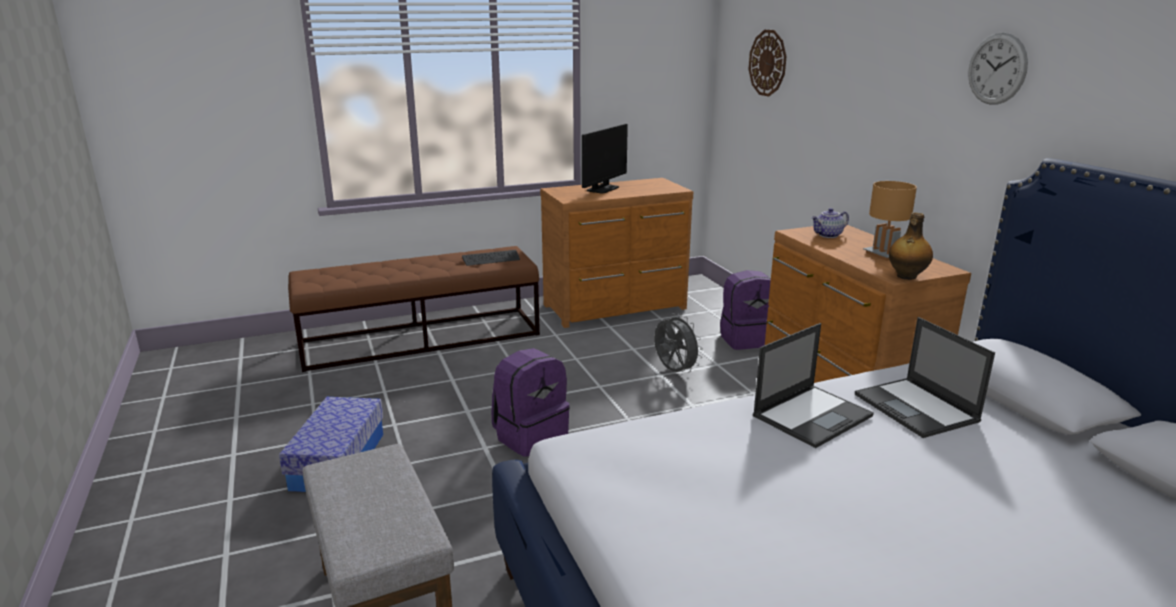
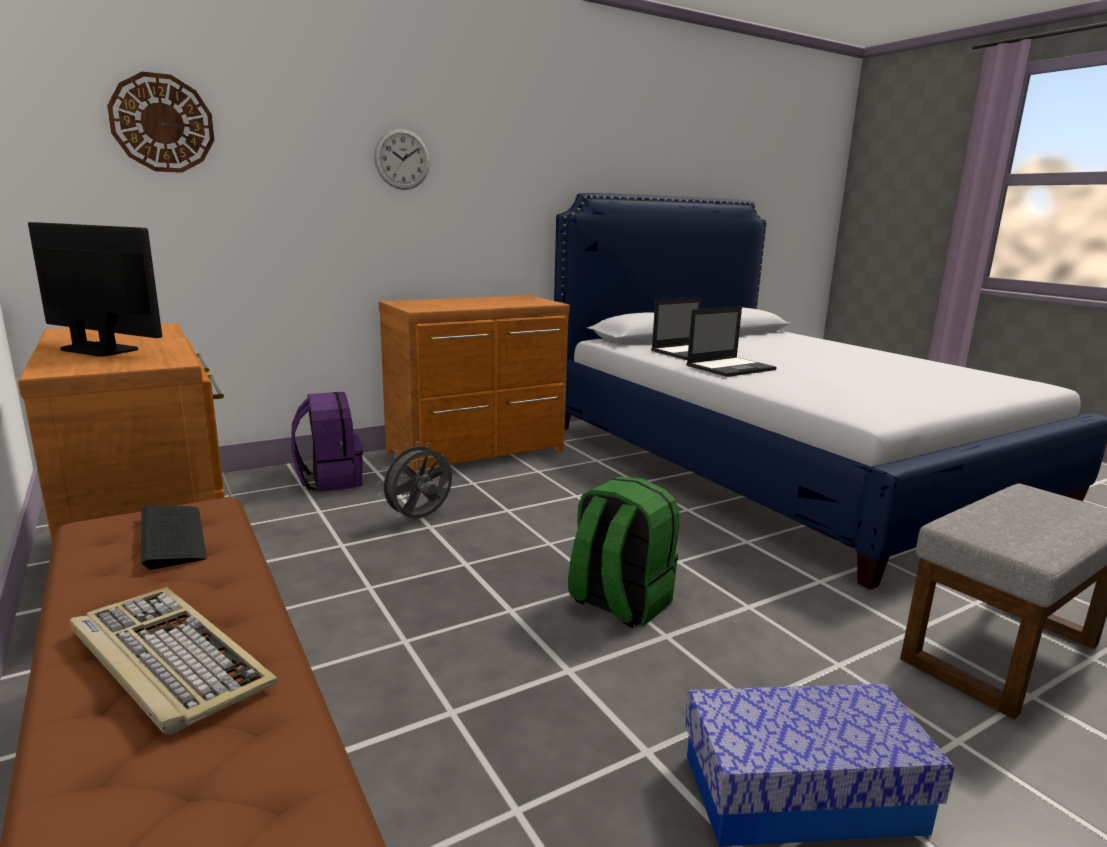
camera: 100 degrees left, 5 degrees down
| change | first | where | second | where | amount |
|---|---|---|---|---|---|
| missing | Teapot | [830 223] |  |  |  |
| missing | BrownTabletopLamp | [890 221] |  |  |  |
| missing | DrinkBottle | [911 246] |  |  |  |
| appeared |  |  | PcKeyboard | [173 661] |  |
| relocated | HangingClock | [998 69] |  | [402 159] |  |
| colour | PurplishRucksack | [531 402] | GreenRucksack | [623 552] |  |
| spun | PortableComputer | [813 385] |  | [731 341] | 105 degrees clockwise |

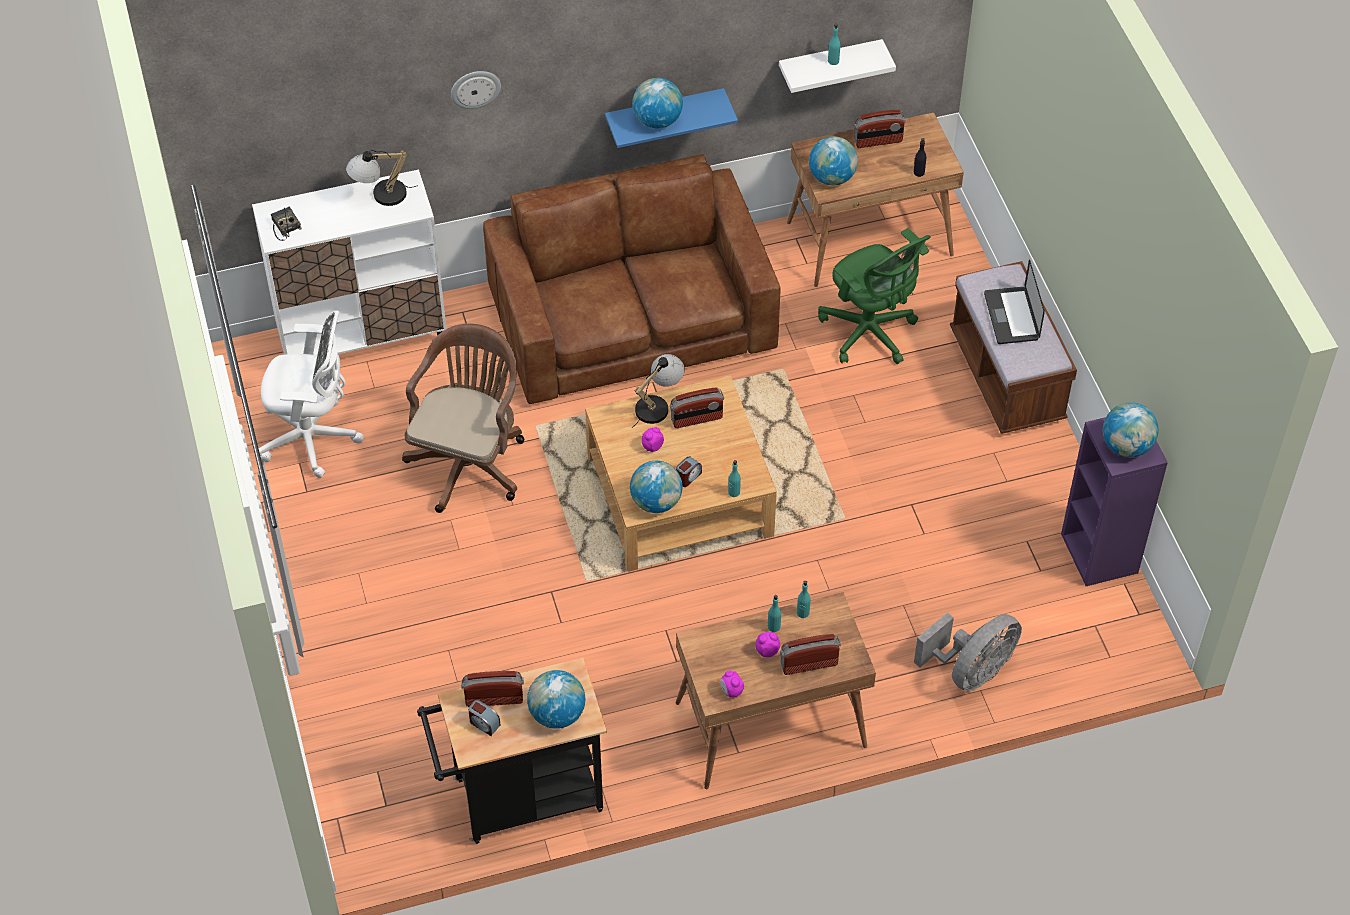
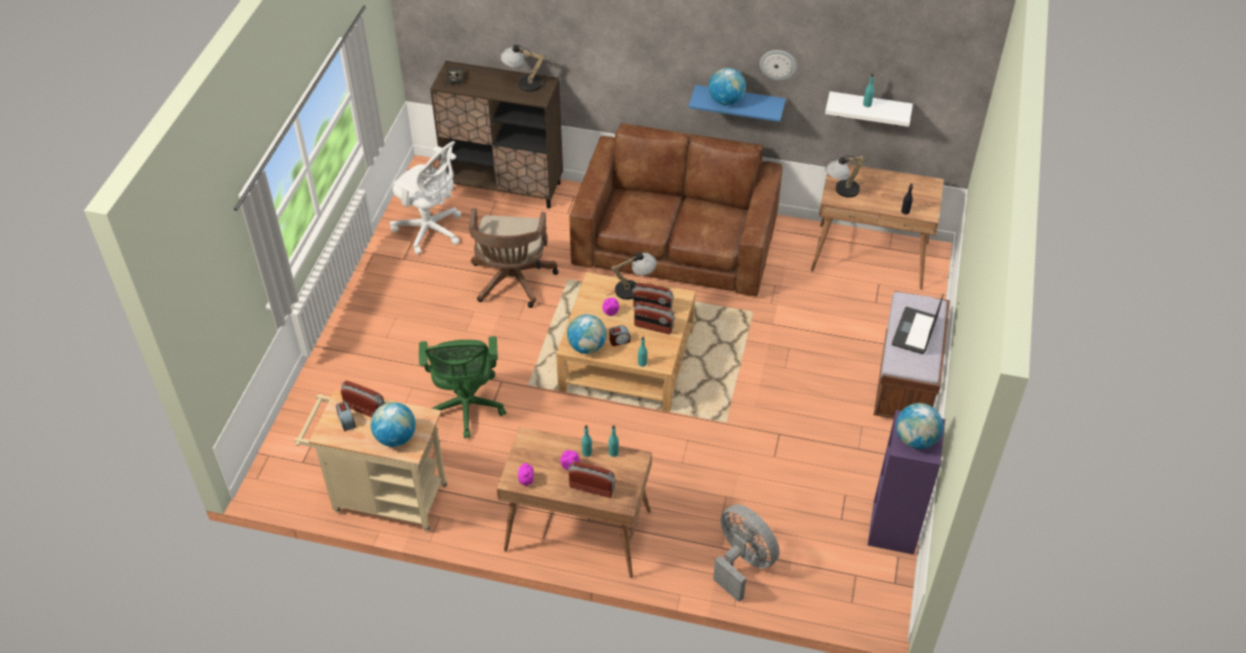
camera: 30 degrees right, 5 degrees down
| change | first | where | second | where | amount |
|---|---|---|---|---|---|
| relocated | HangingClock | [476 90] |  | [778 65] |  |
| relocated | GreenOfficeChair | [874 296] |  | [462 387] |  |
| relocated | Radio | [880 129] |  | [654 318] |  |
| exchanged | WorldGlobe | [833 160] | TabletopLamp | [845 176] |  |
| colour | WhiteColouredCabinet | [349 262] | BrownCabinet | [496 135] |  |
| colour | BlackishTrolley | [512 750] | BeigeTrolley | [370 461] |  |
| spun | BrownOfficeChair | [463 418] |  | [513 258] | 135 degrees clockwise |
| spun | GreyFan | [968 651] |  | [746 553] | 120 degrees counterclockwise |

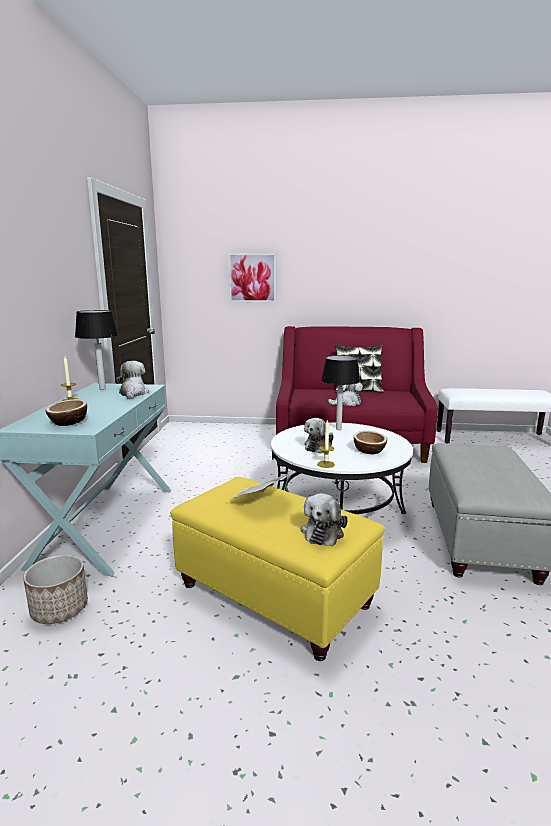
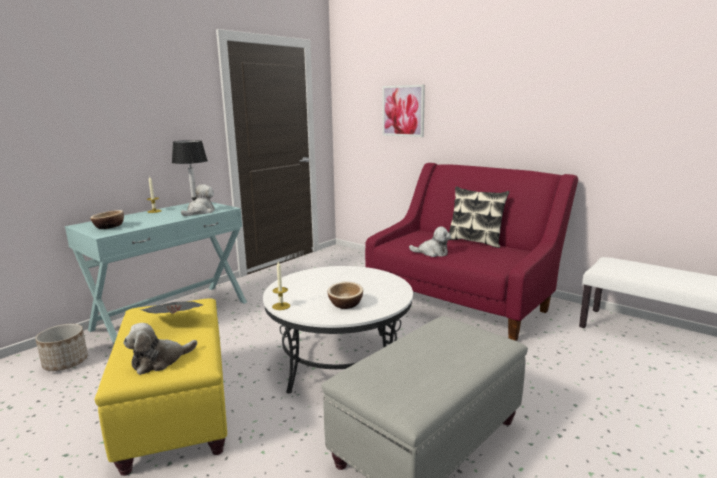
camera: 35 degrees right, 0 degrees up
| change | first | where | second | where | amount |
|---|---|---|---|---|---|
| missing | PlushToy | [318 435] |  |  |  |
| missing | TabletopLamp | [340 392] |  |  |  |

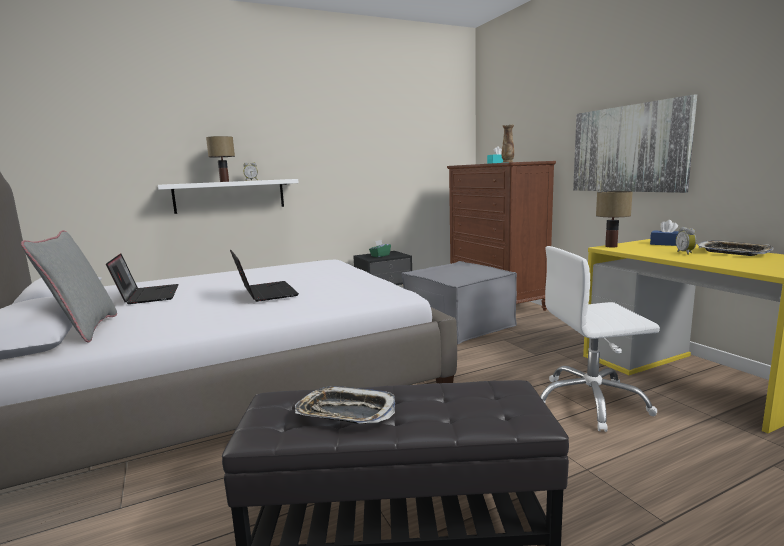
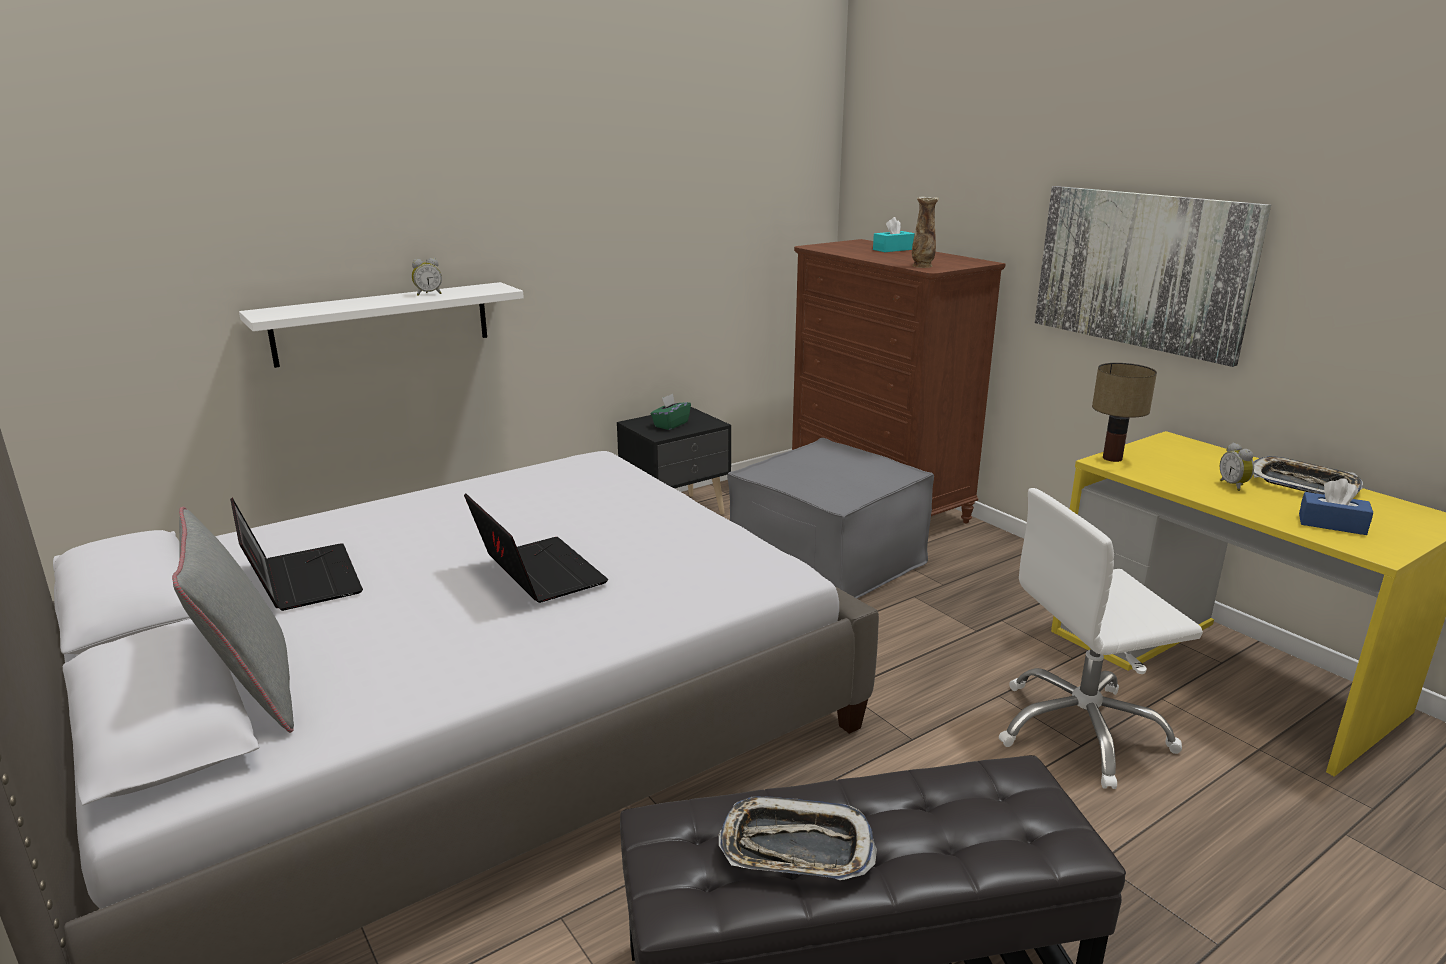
camera: 10 degrees left, 10 degrees up
| change | first | where | second | where | amount |
|---|---|---|---|---|---|
| missing | TabletopLamp | [220 159] |  |  |  |
| relocated | BluishBoxOfTissues | [664 233] |  | [1336 506] |  |

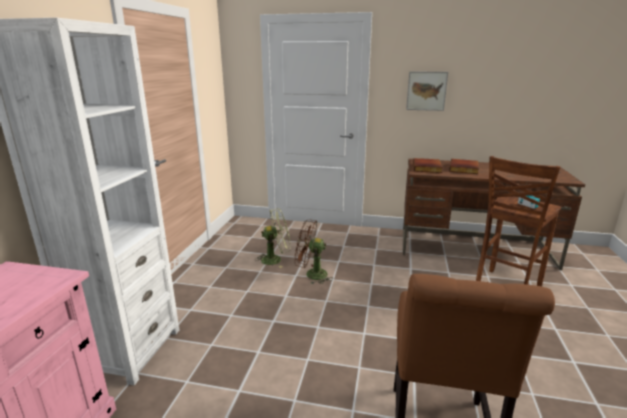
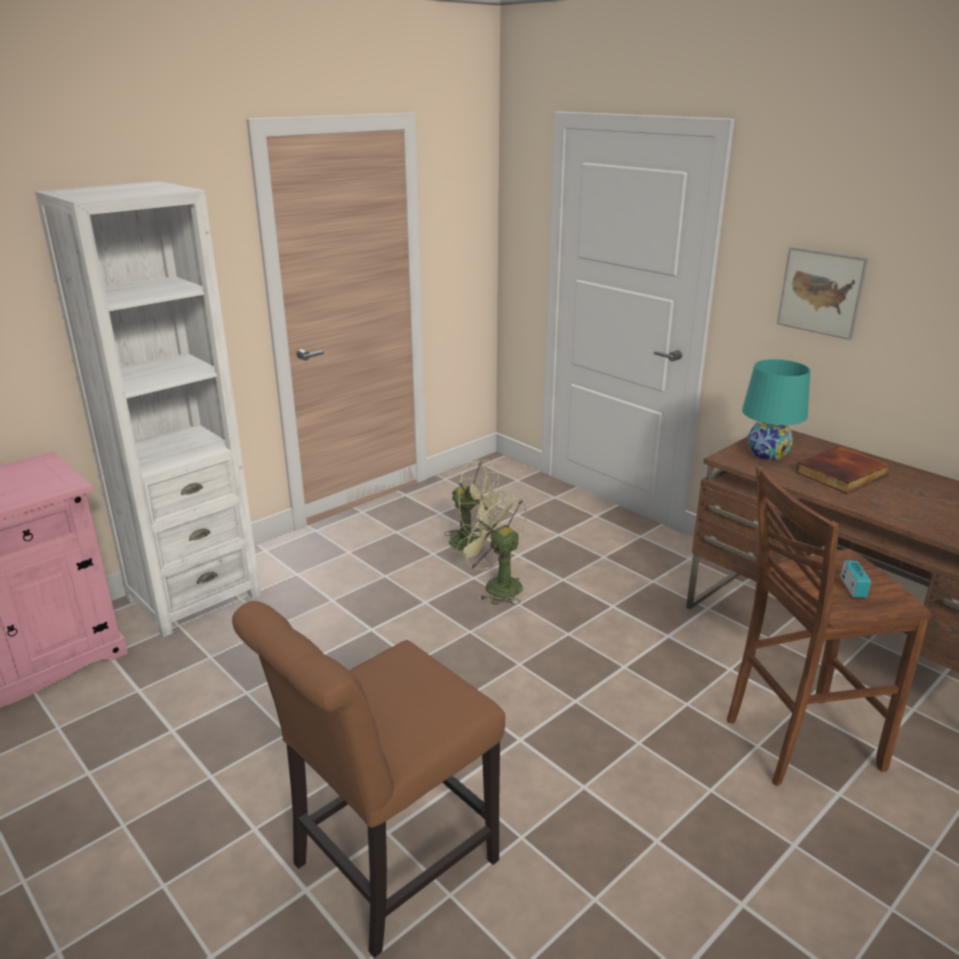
camera: 35 degrees right, 5 degrees up
| change | first | where | second | where | amount |
|---|---|---|---|---|---|
| exchanged | BoundBook | [428 165] | TurquoiseColouredTabletopLamp | [776 409] |  |
| colour | BrownFan | [314 251] | GreenFan | [491 548] |  |

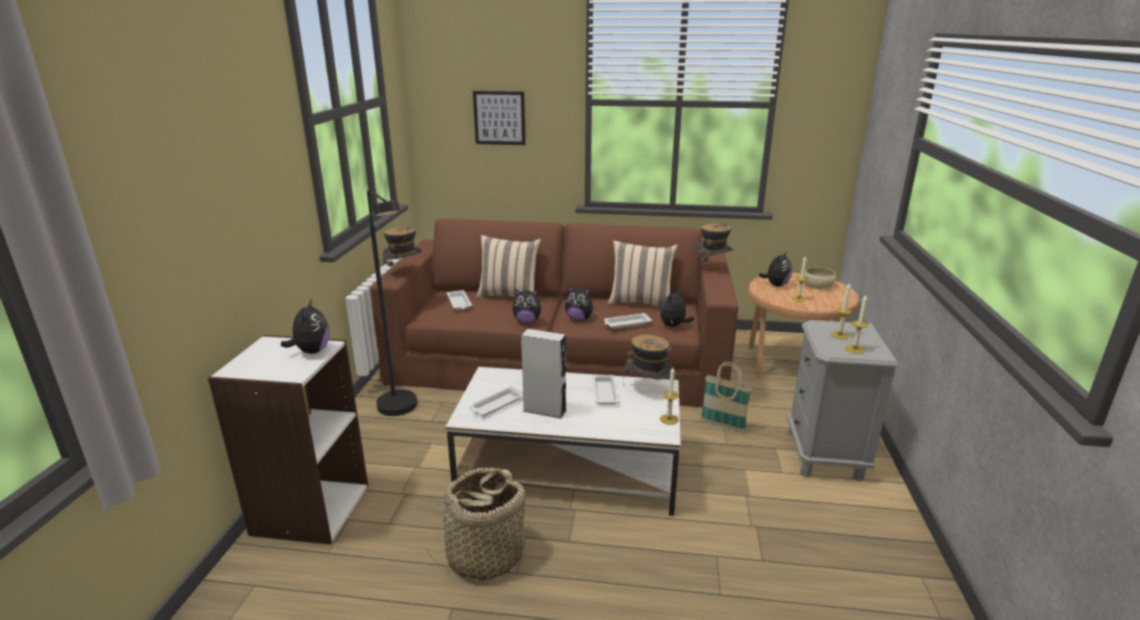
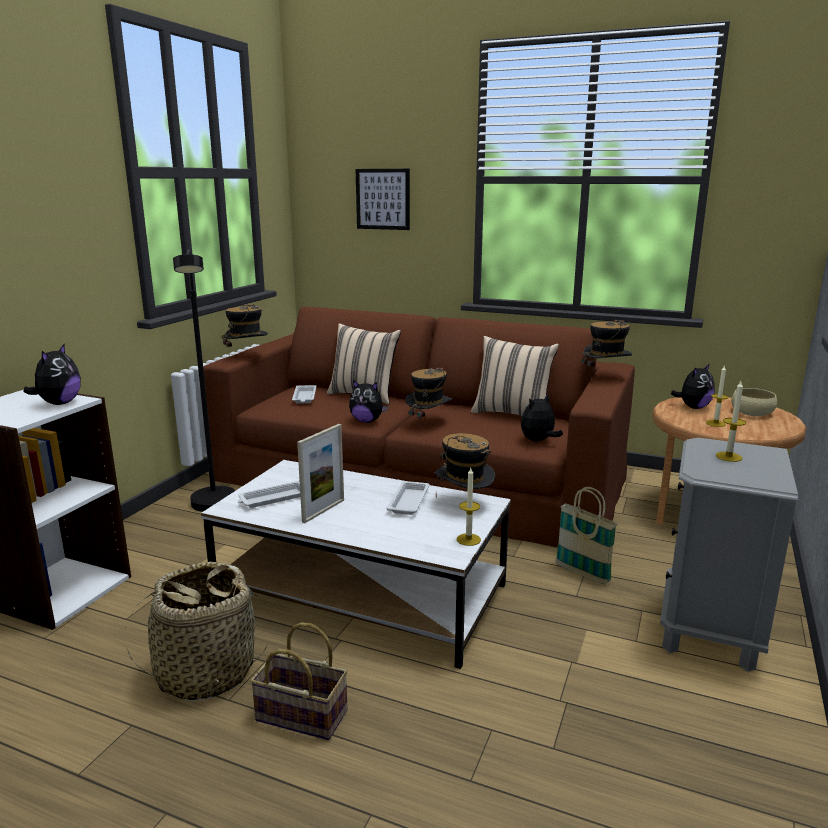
camera: 15 degrees right, 5 degrees down
| change | first | where | second | where | amount |
|---|---|---|---|---|---|
| missing | WhiteColouredTray | [628 321] |  |  |  |
| missing | WaxCandle | [857 324] |  |  |  |
| appeared |  |  | StorageBasket | [299 681] |  |
| exchanged | GreySpeaker | [544 374] | PictureFrame | [320 473] |  |
| exchanged | PlushToy | [581 303] | ClothingHat | [428 400] |  |

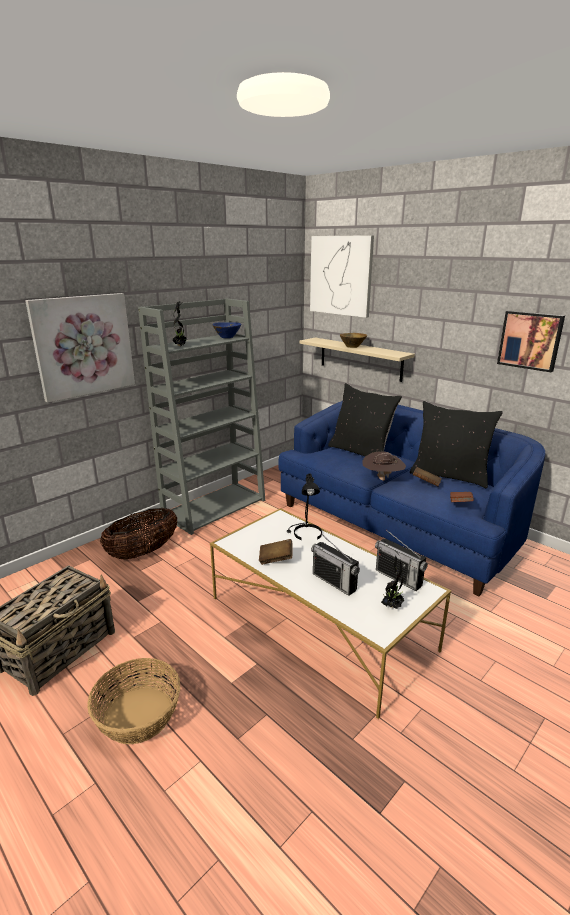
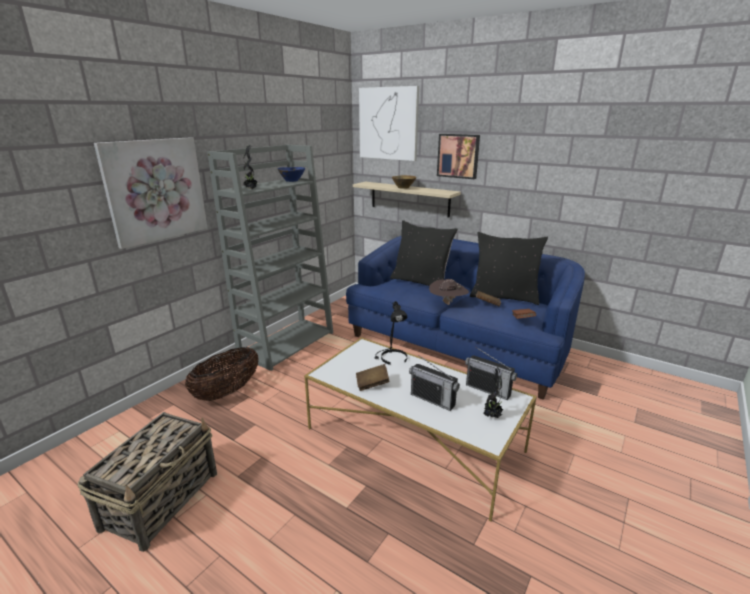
camera: 10 degrees left, 0 degrees up
| change | first | where | second | where | amount |
|---|---|---|---|---|---|
| missing | StorageBasket | [133 701] |  |  |  |
| relocated | WallPicture | [531 341] |  | [458 156] |  |

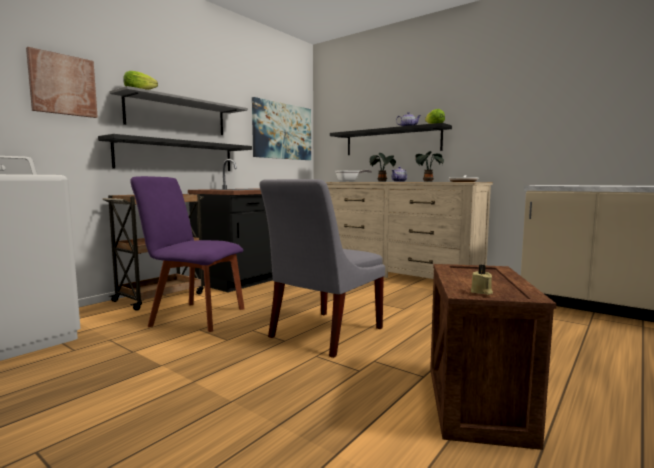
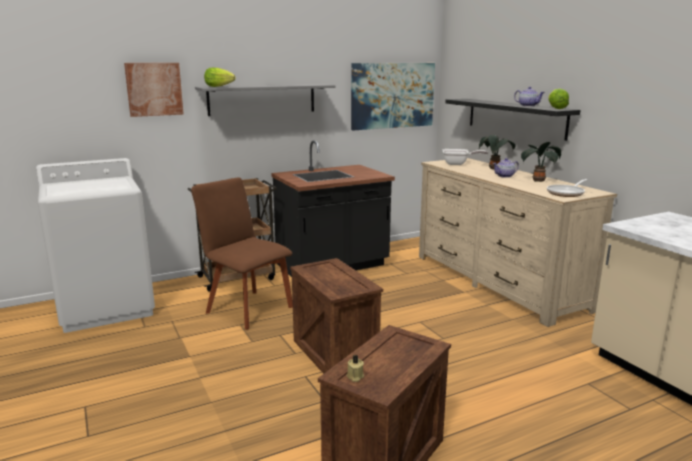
camera: 25 degrees right, 10 degrees up
| change | first | where | second | where | amount |
|---|---|---|---|---|---|
| missing | BlackishShelf | [175 152] |  |  |  |
| exchanged | GreyChair | [322 268] | Crate | [336 316] |  |
| colour | PurplishChair | [187 254] | BrownChair | [242 253] |  |

